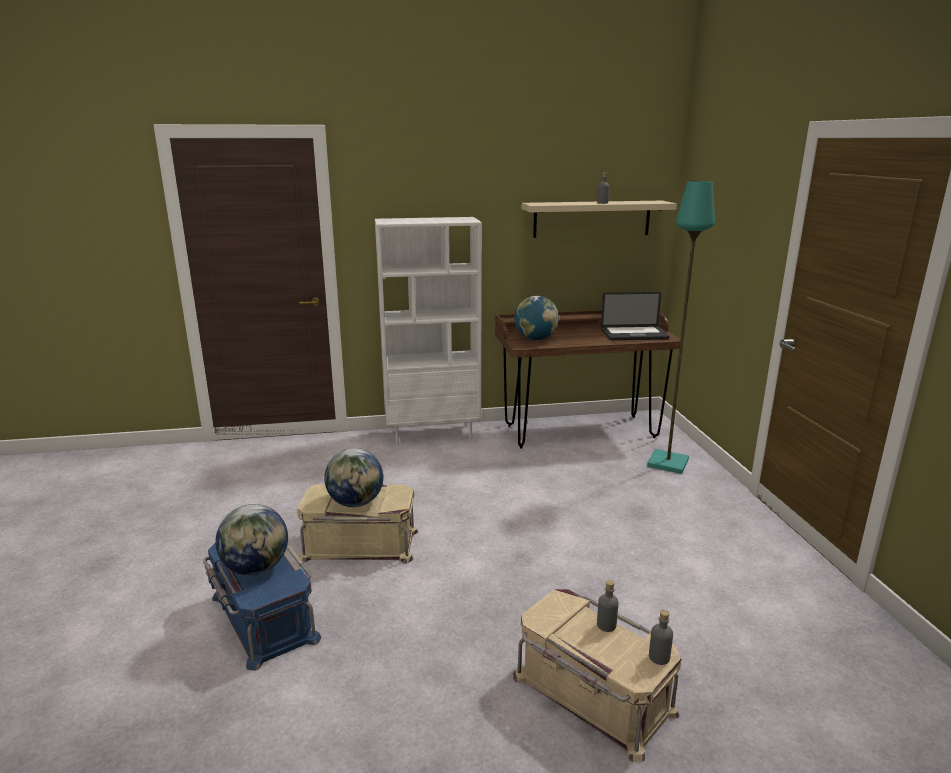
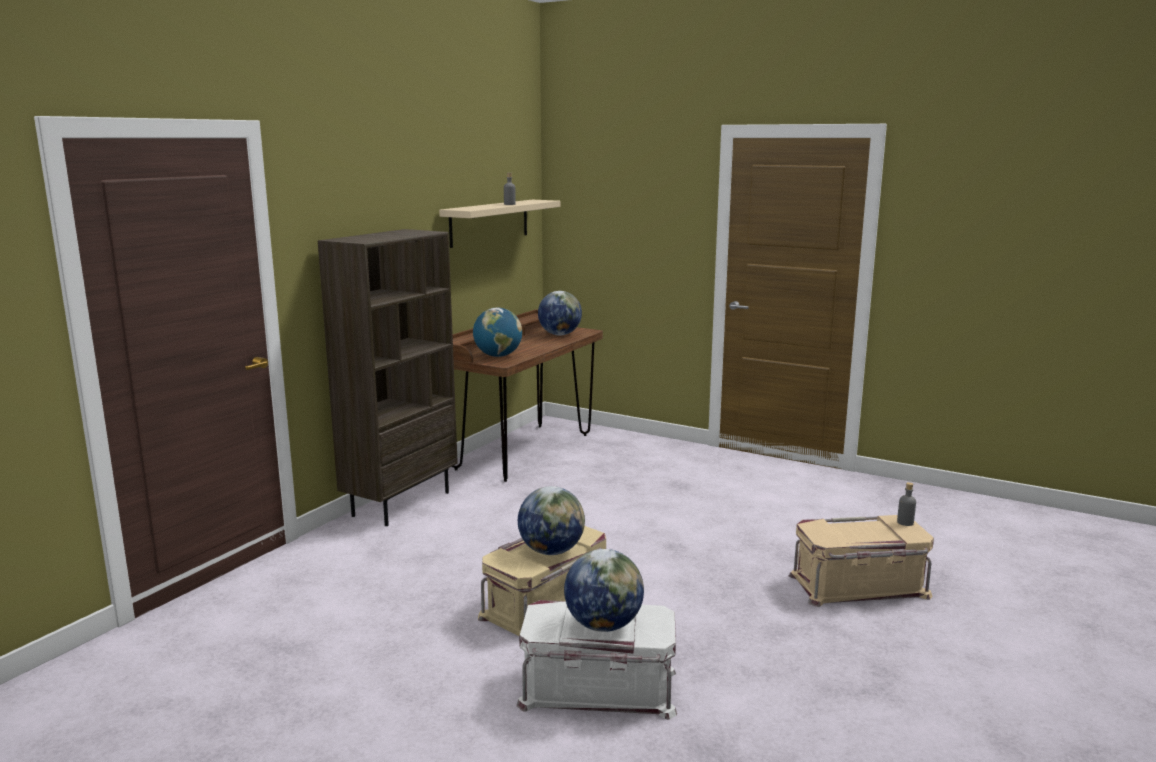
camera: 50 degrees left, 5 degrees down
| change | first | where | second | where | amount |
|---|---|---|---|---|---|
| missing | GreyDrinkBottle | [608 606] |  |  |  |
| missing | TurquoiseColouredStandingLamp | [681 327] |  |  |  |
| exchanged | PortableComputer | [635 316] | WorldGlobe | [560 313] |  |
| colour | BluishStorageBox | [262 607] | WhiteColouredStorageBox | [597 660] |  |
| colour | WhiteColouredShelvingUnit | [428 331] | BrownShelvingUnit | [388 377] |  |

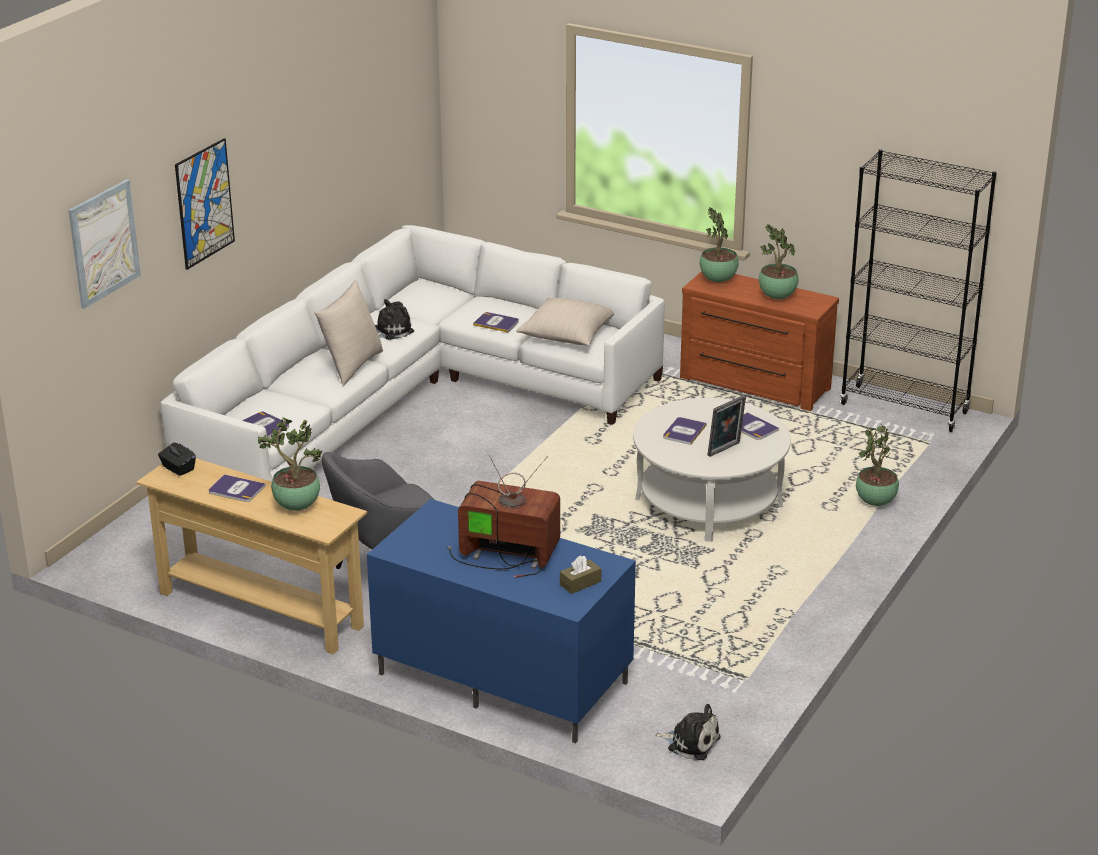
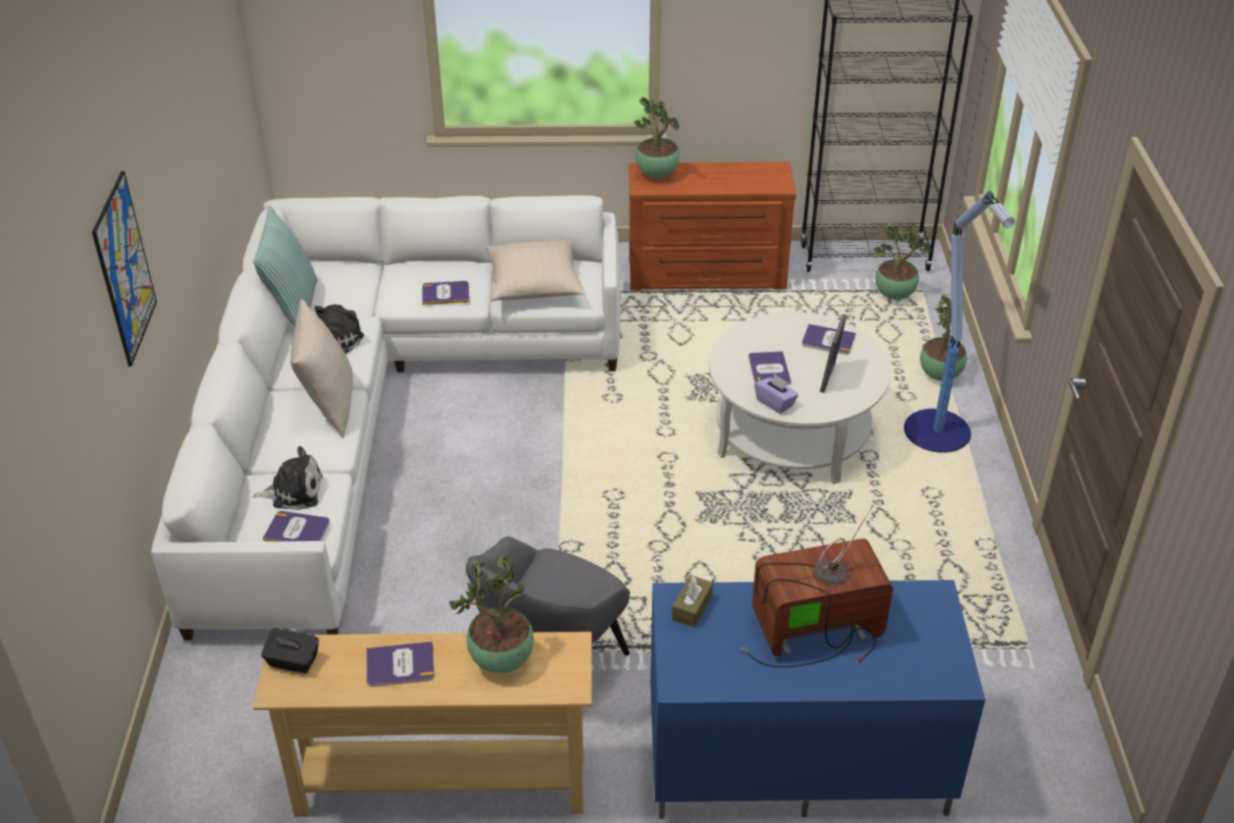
camera: 30 degrees left, 10 degrees up
| change | first | where | second | where | amount |
|---|---|---|---|---|---|
| missing | WallPicture | [104 244] |  |  |  |
| appeared |  |  | Pillow | [285 266] |  |
| appeared |  |  | PurplishBoxOfTissues | [776 394] |  |
| appeared |  |  | StandingLamp | [959 322] |  |
| relocated | BrownBoxOfTissues | [580 574] |  | [692 601] |  |
| relocated | PlushToy | [688 732] |  | [288 478] |  |
| relocated | PlantInAPot | [778 261] |  | [902 263] |  |

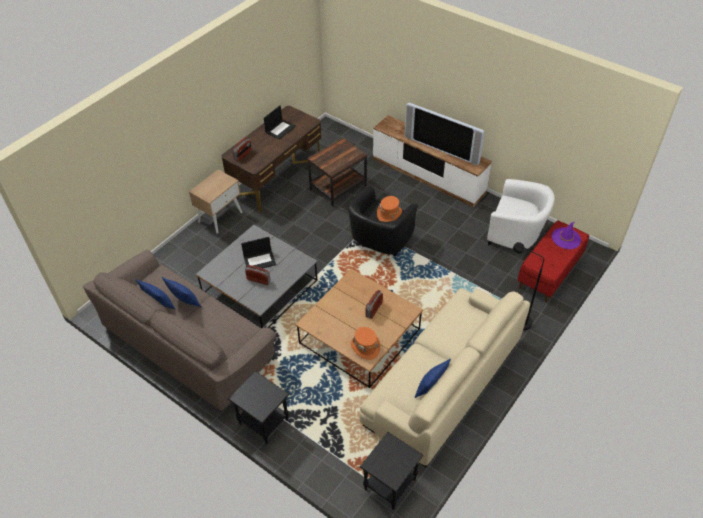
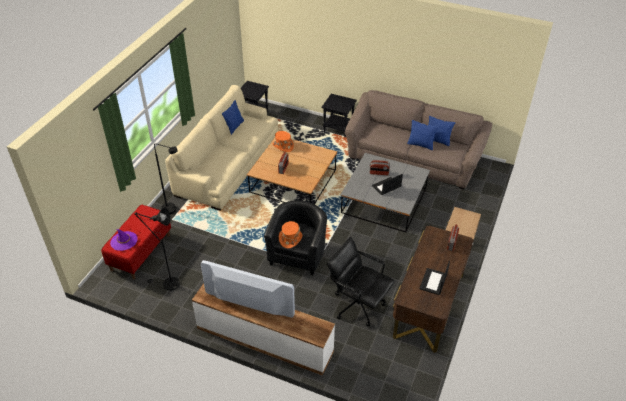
camera: 165 degrees right, 5 degrees down
| change | first | where | second | where | amount |
|---|---|---|---|---|---|
| exchanged | BrownSideTable | [337 172] | BlackishOfficeChair | [361 281] |  |
| exchanged | WhiteColouredArmchair | [521 214] | BlackishStandingLamp | [157 249] |  |

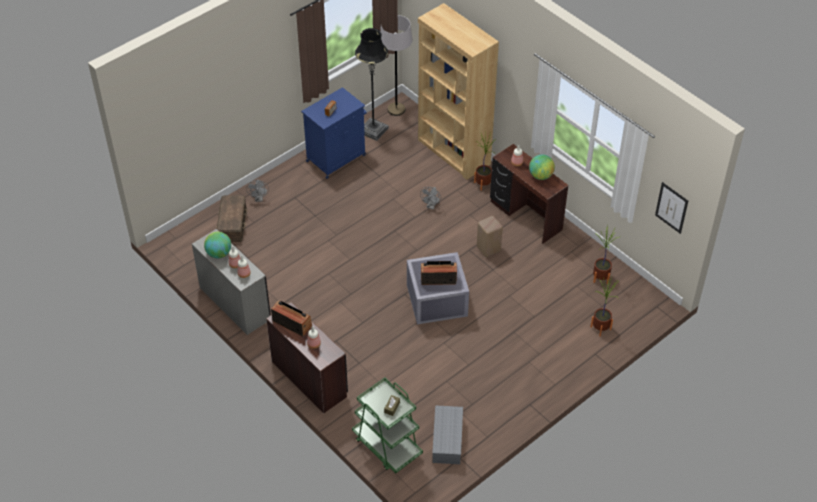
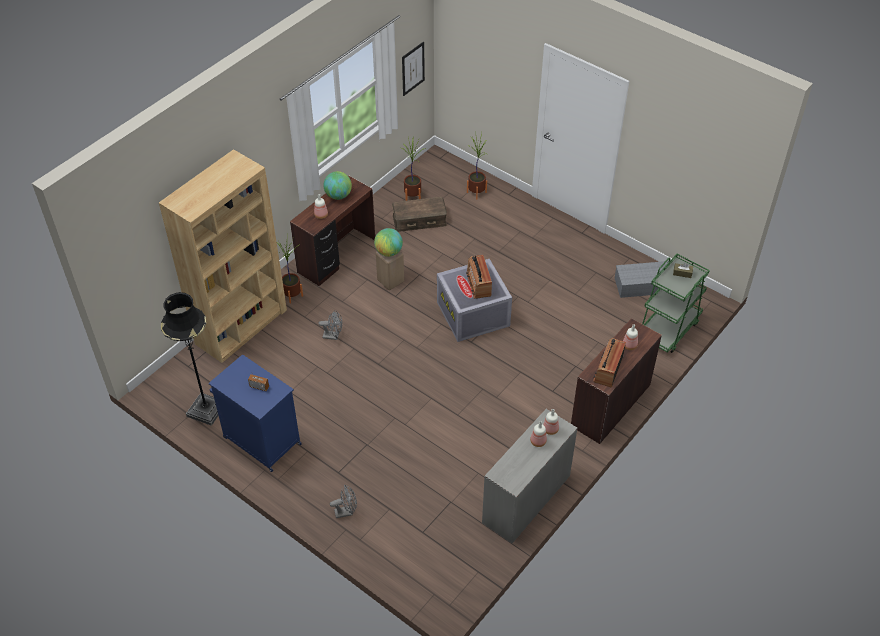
camera: 100 degrees left, 0 degrees up
| change | first | where | second | where | amount |
|---|---|---|---|---|---|
| missing | GreyStandingLamp | [396 65] |  |  |  |
| relocated | WorldGlobe | [217 245] |  | [388 242] |  |
| relocated | BrownStorageBox | [231 218] |  | [419 214] |  |

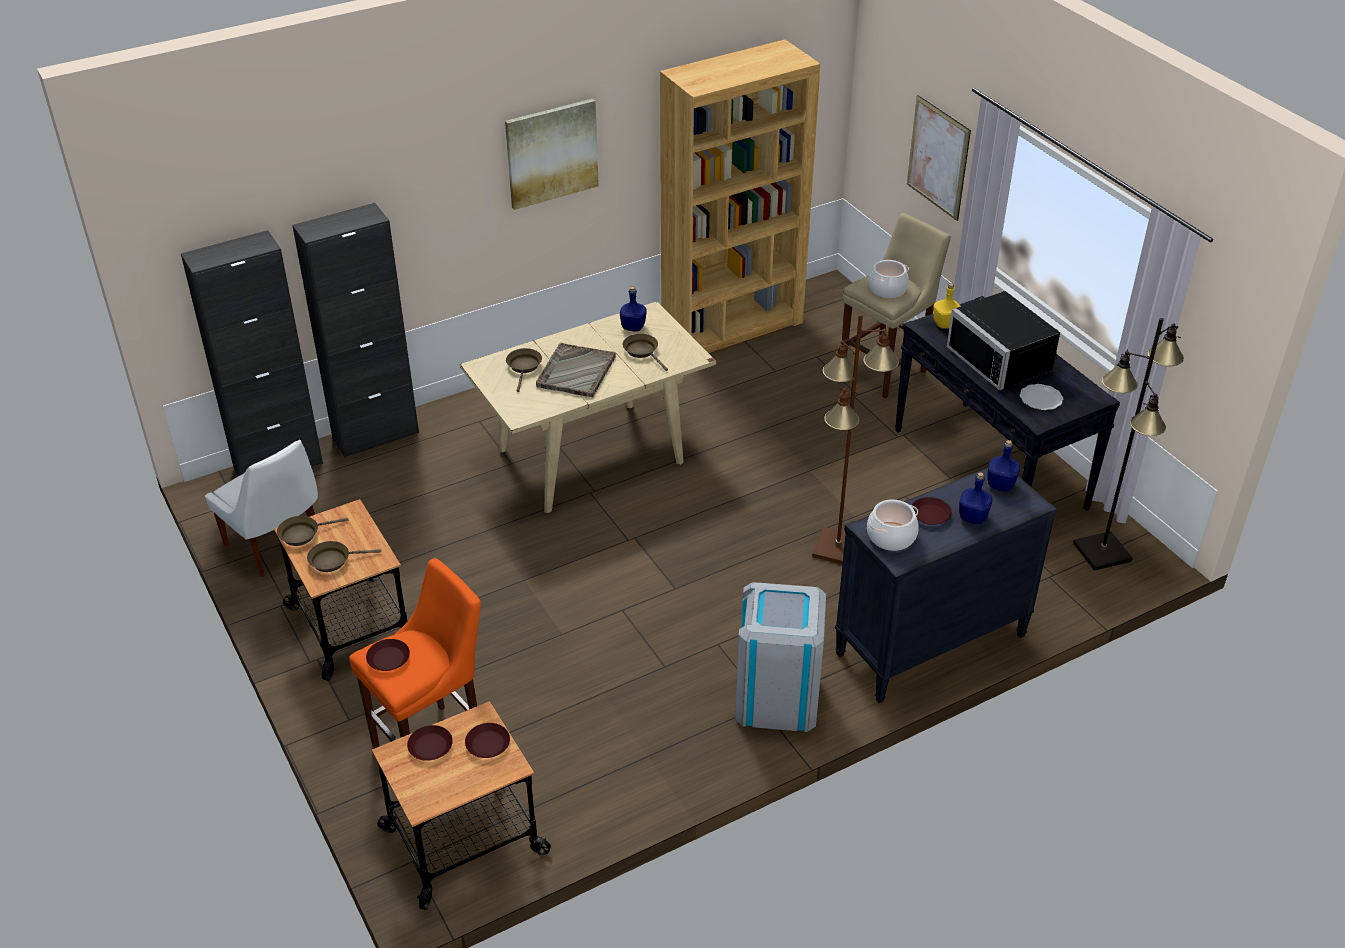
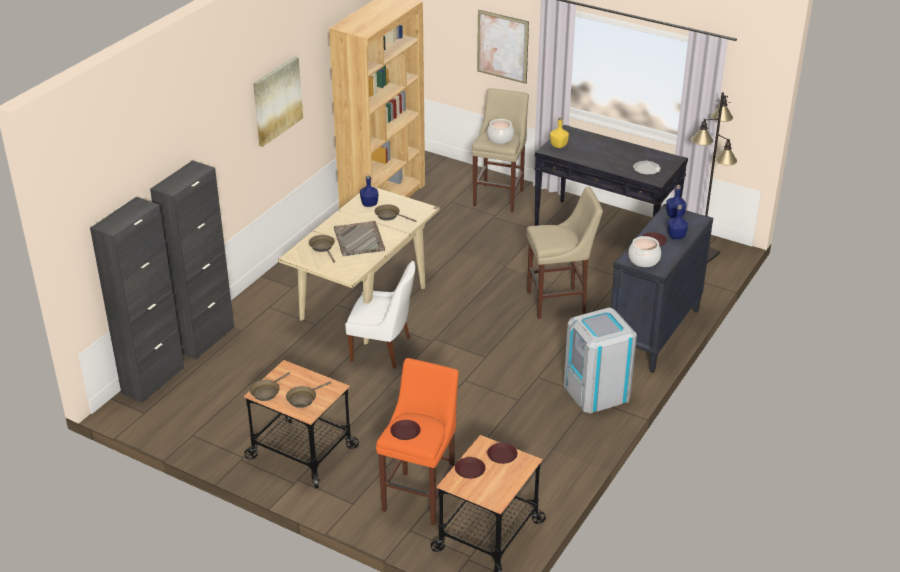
camera: 30 degrees left, 5 degrees down
| change | first | where | second | where | amount |
|---|---|---|---|---|---|
| missing | BlackishMicrowave | [1003 341] |  |  |  |
| relocated | WhiteColouredChair | [261 508] |  | [380 315] |  |
| exchanged | BrownStandingLamp | [855 439] | BeigeSittingStool | [565 253] |  |

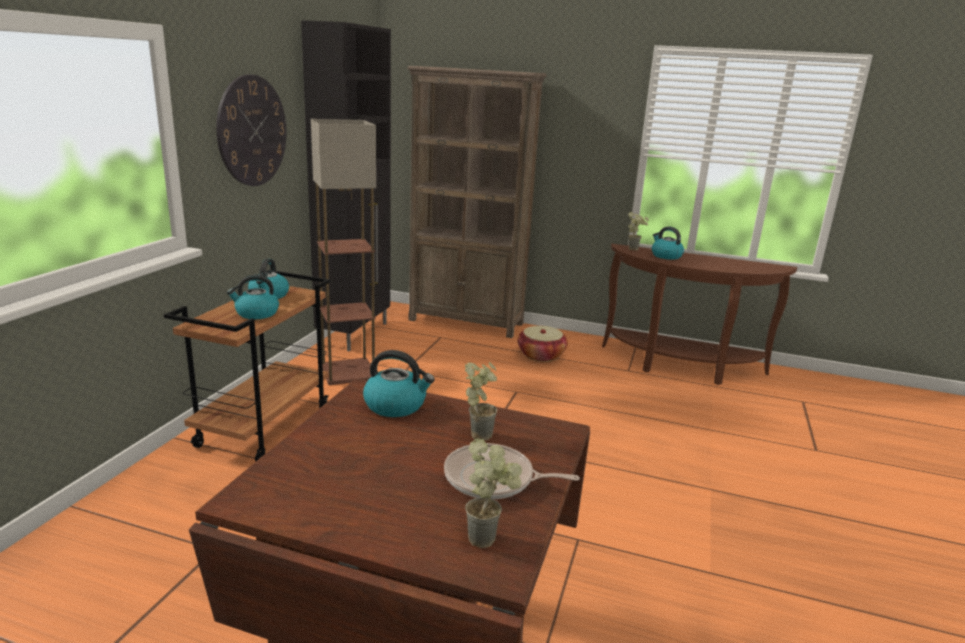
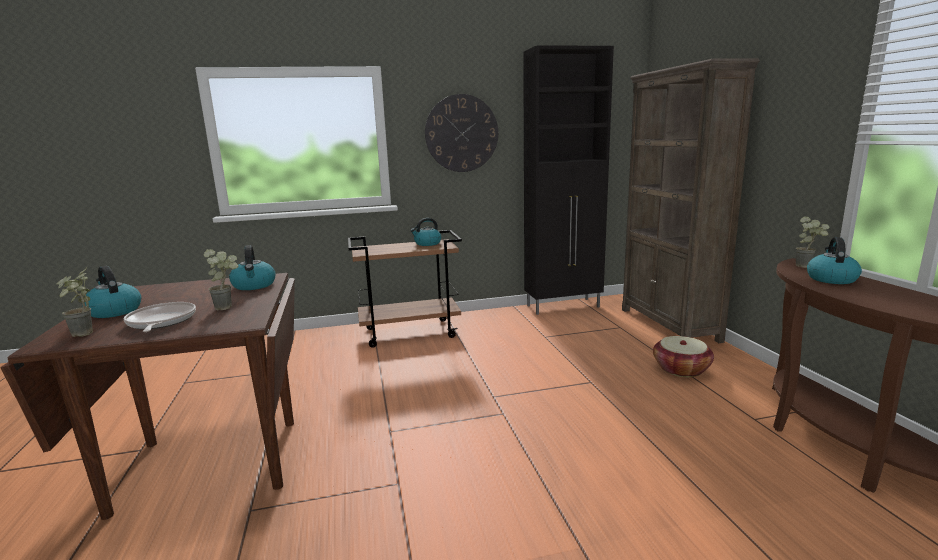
camera: 60 degrees right, 5 degrees down
| change | first | where | second | where | amount |
|---|---|---|---|---|---|
| missing | StandingLamp | [343 252] |  |  |  |
| relocated | Kettle | [253 297] |  | [111 292] |  |

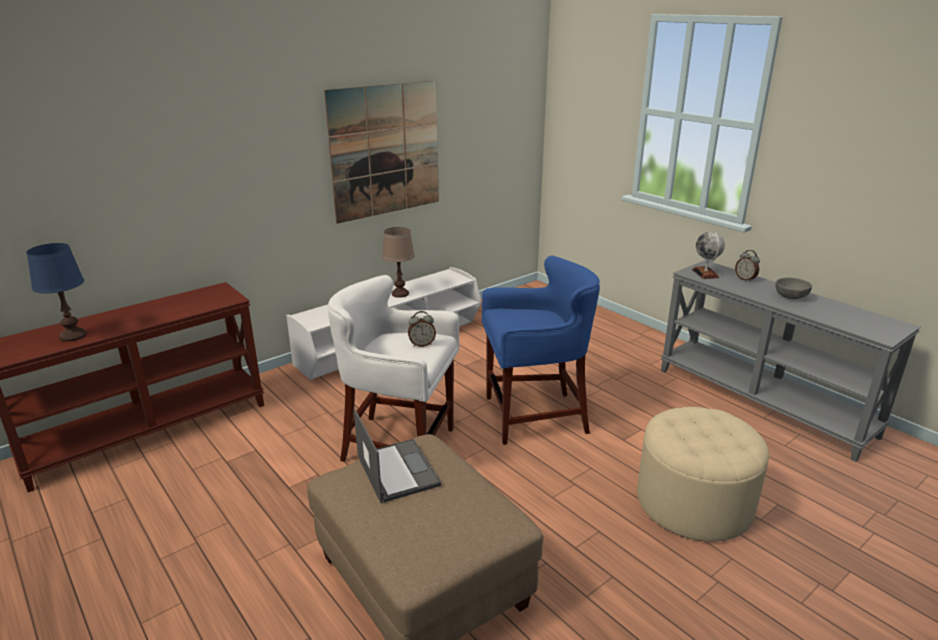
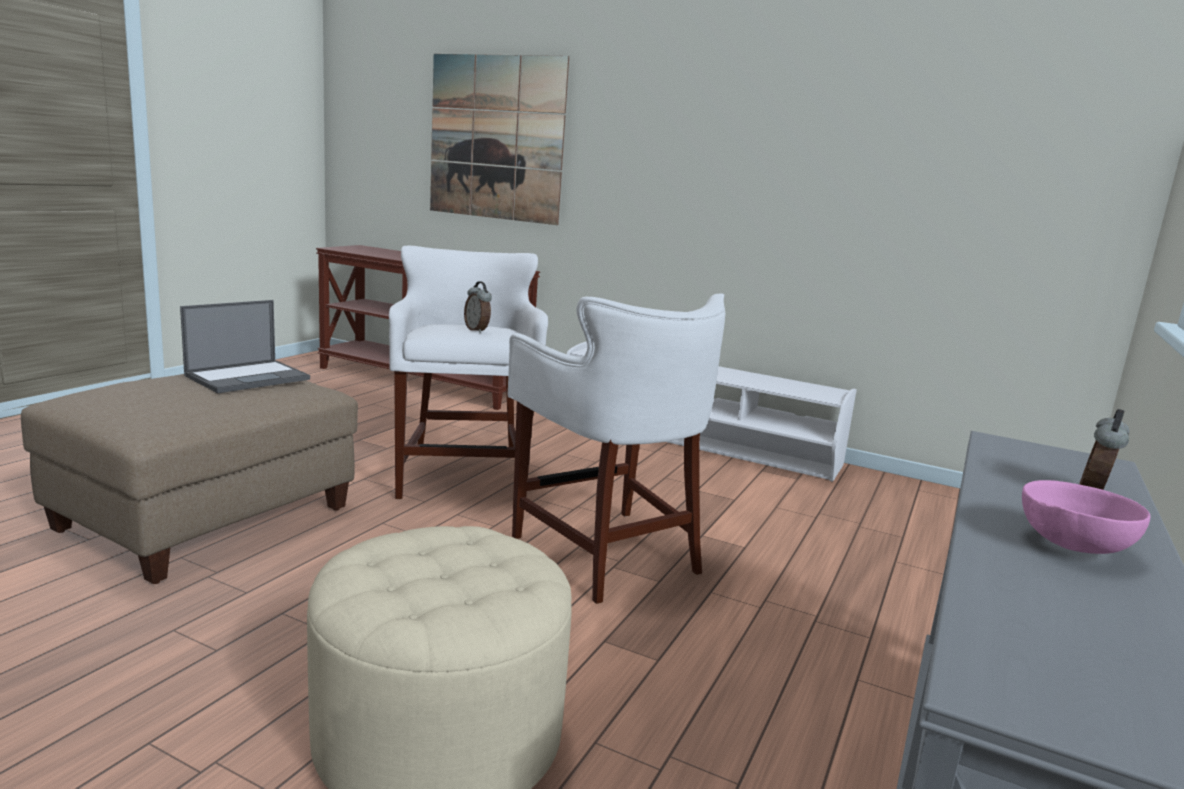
camera: 65 degrees right, 10 degrees down
| change | first | where | second | where | amount |
|---|---|---|---|---|---|
| missing | BluishTabletopLamp | [56 292] |  |  |  |
| missing | BrownTabletopLamp | [398 262] |  |  |  |
| missing | WorldGlobe | [708 255] |  |  |  |
| relocated | WallPicture | [381 152] |  | [499 139] |  |
| colour | BluishSittingStool | [541 350] | WhiteColouredSittingStool | [616 449] |  |
| colour | GreyDeepDish | [793 288] | PinkishDeepDish | [1086 517] |  |

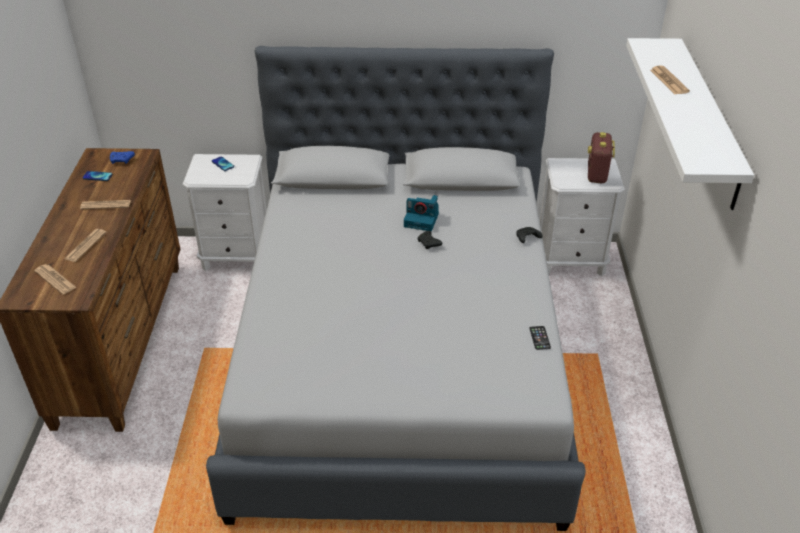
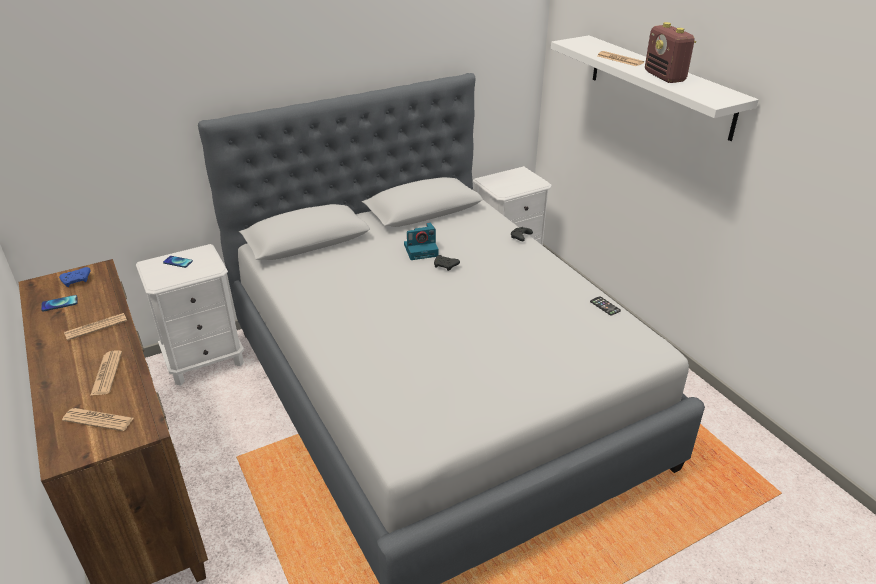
camera: 30 degrees left, 5 degrees down
| change | first | where | second | where | amount |
|---|---|---|---|---|---|
| relocated | Radio | [601 157] |  | [670 52] |  |

